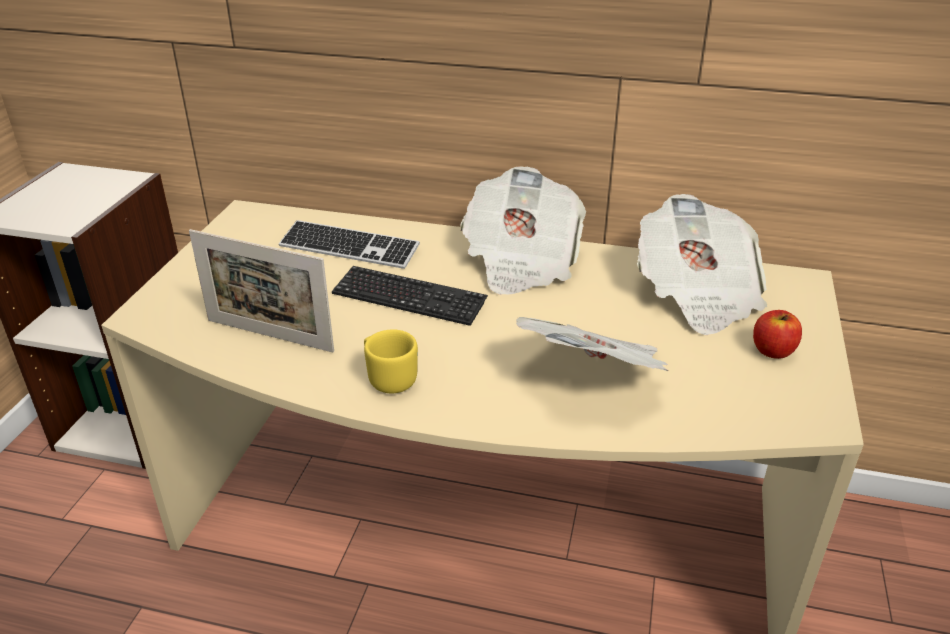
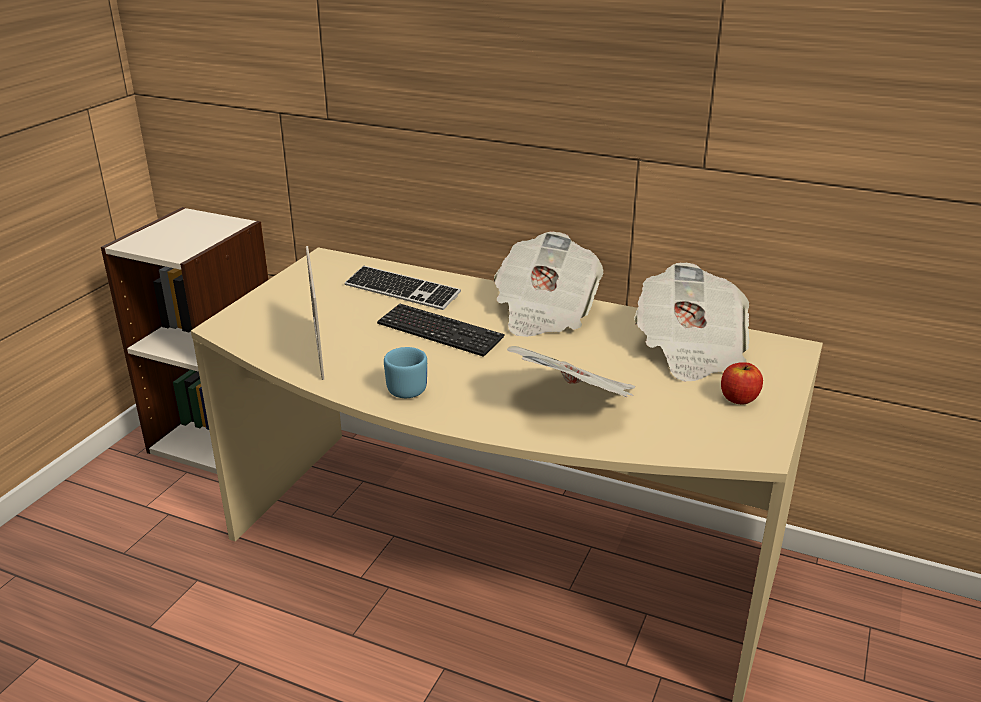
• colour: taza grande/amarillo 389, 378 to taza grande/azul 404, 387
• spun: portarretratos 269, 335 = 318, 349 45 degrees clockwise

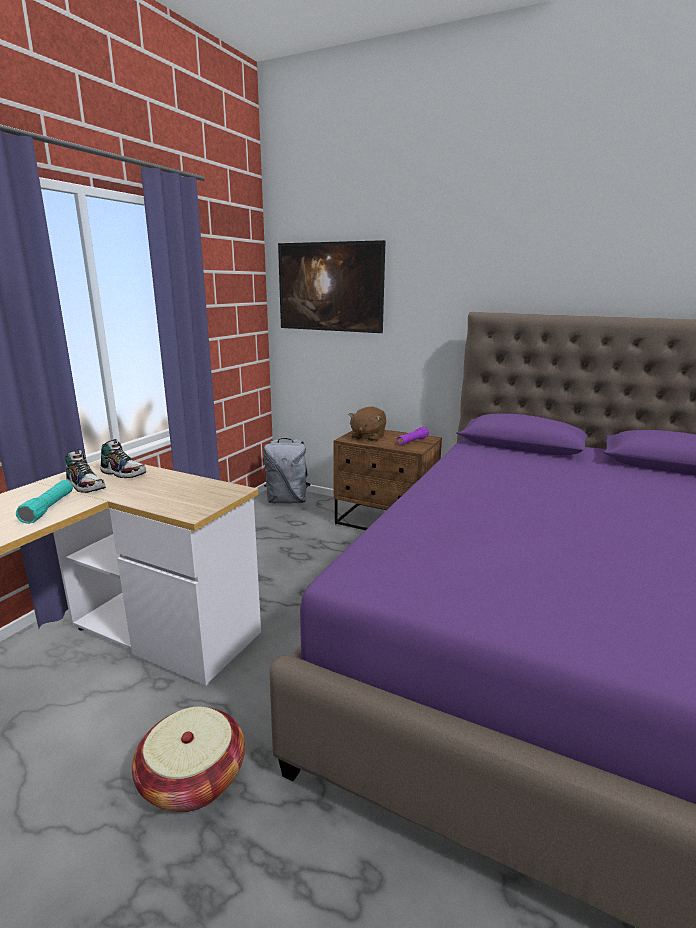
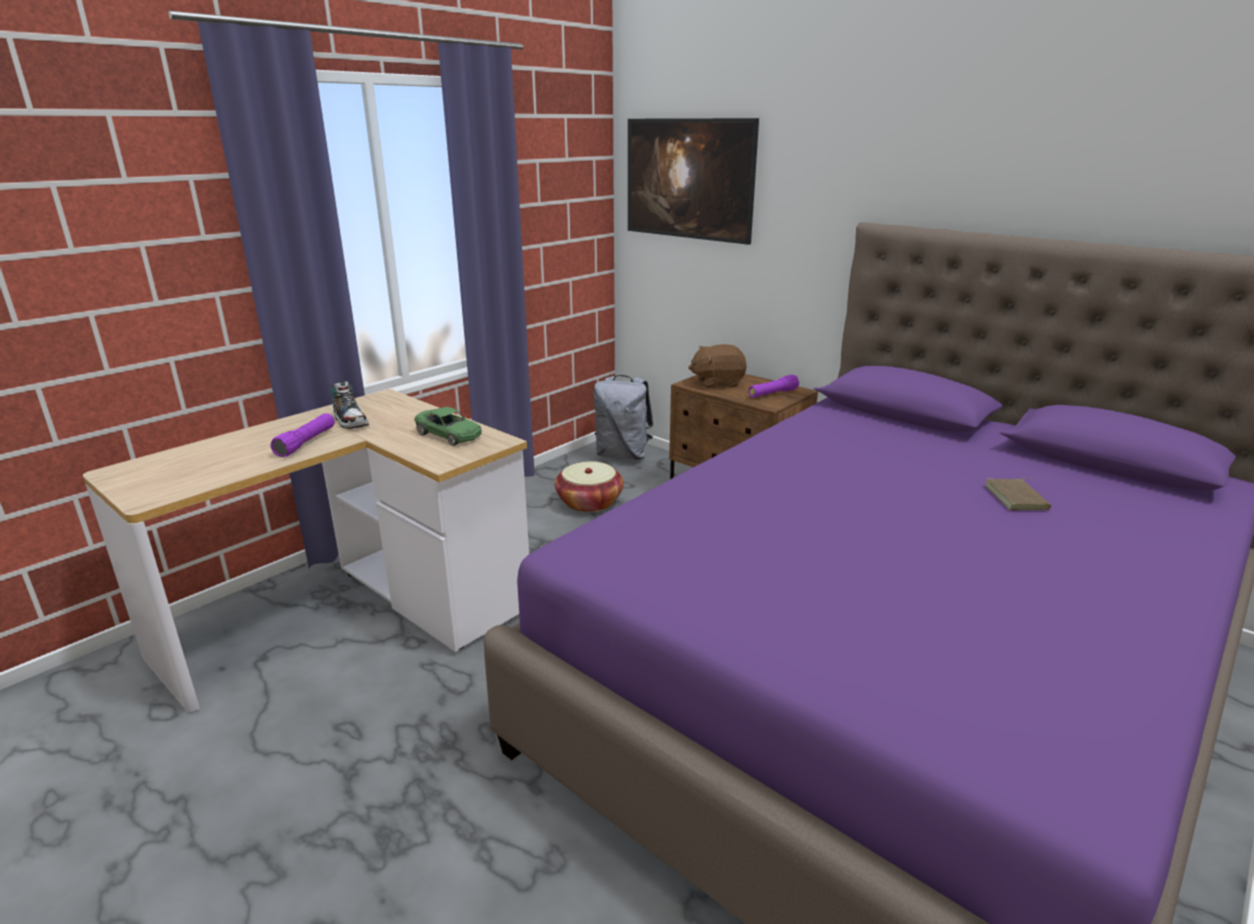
• missing: zapato 123, 473
• appeared: coche de juguete/verde 448, 435
• appeared: libro/marrón 1018, 498
• relocated: cesta 193, 778 to 589, 502
• colour: linterna/turquesa 49, 508 to linterna/morado 306, 443
• spun: peluche/marrón 367, 437 = 717, 383 45 degrees clockwise

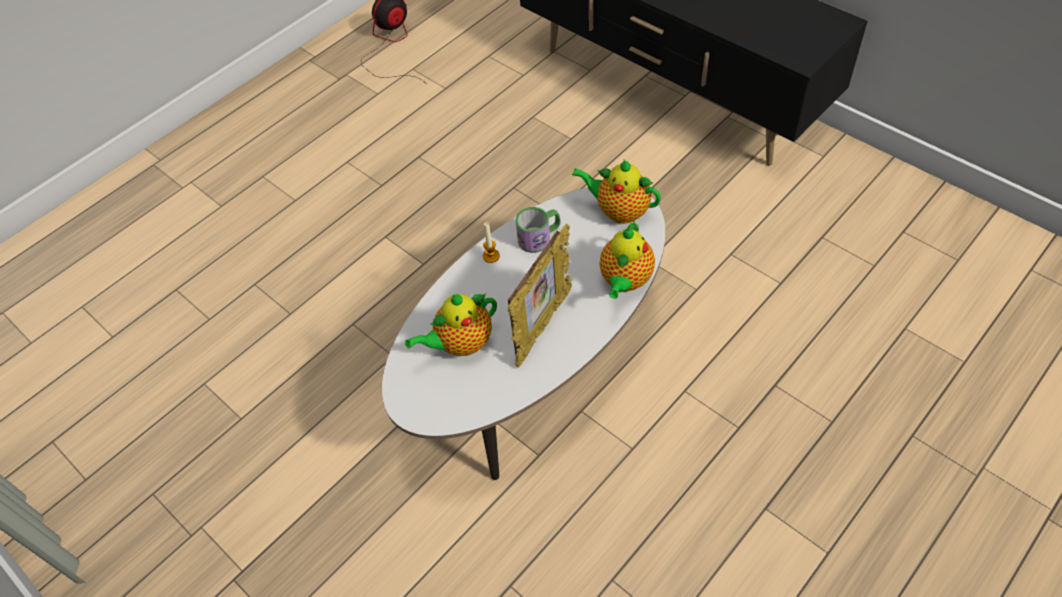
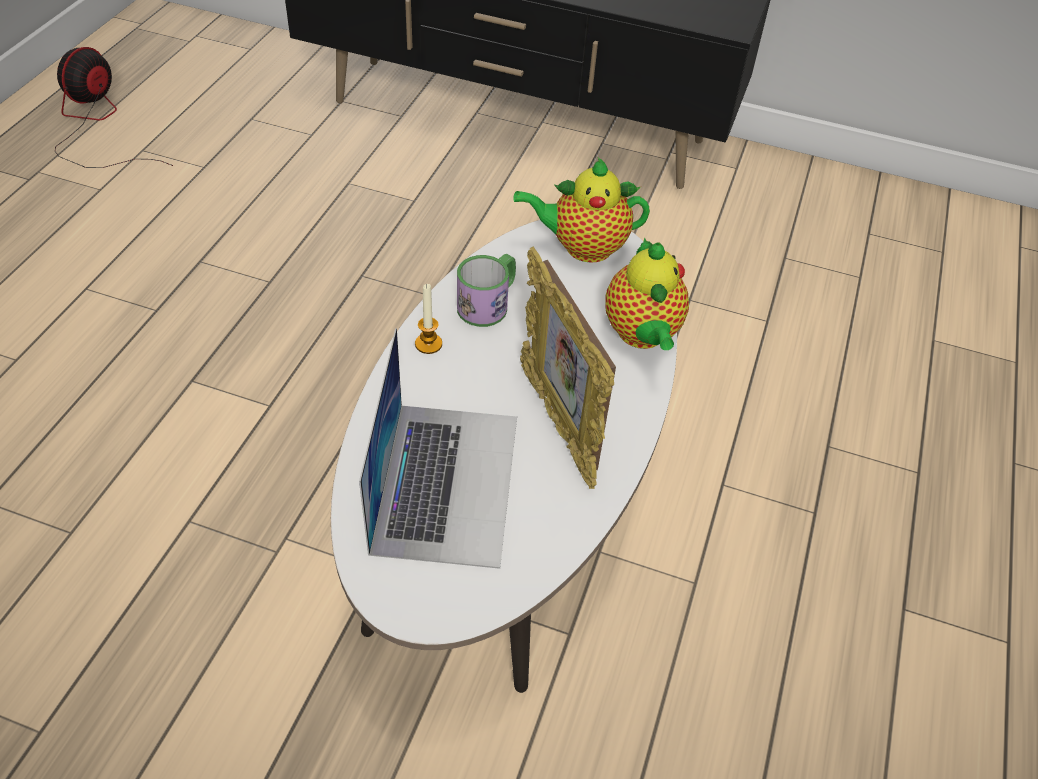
• exchanged: tetera 461, 344 to portátil 446, 481
• spun: portarretratos 542, 327 = 558, 424 150 degrees clockwise

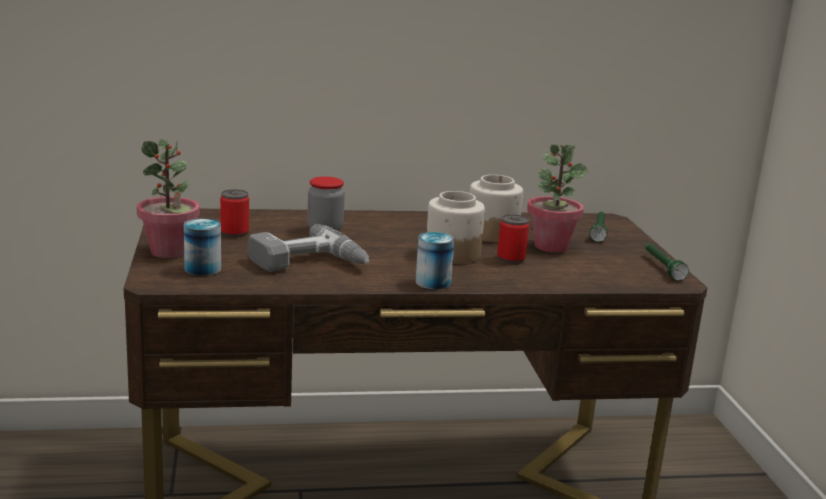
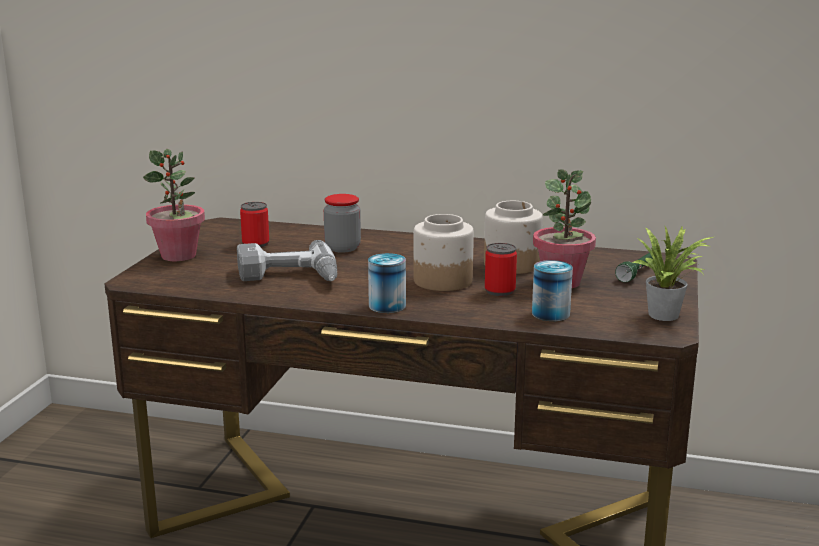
• relocated: lata 202, 269 to 550, 314
• exchanged: linterna/verde 662, 267 to planta en maceta 668, 315

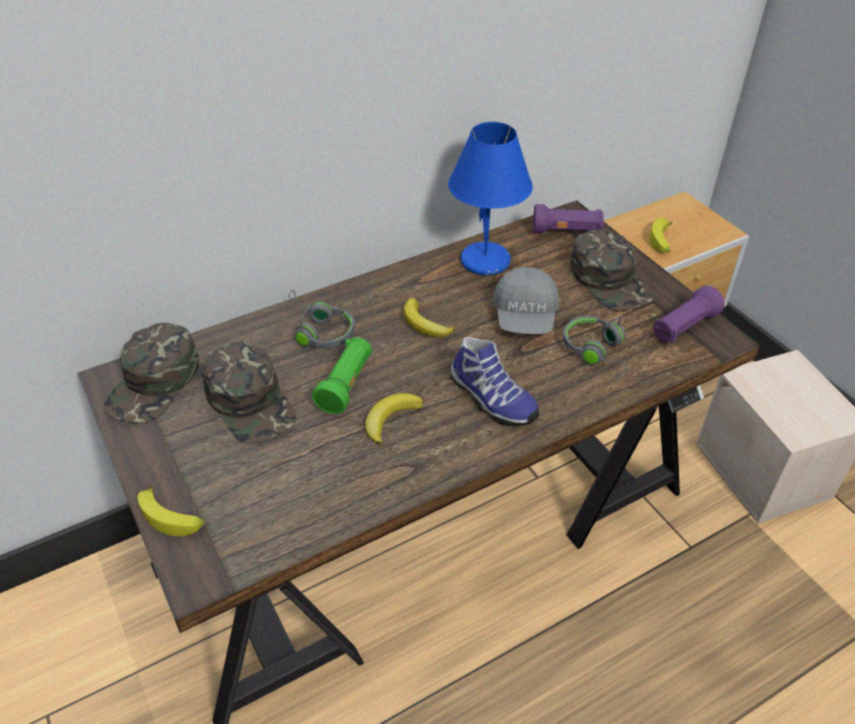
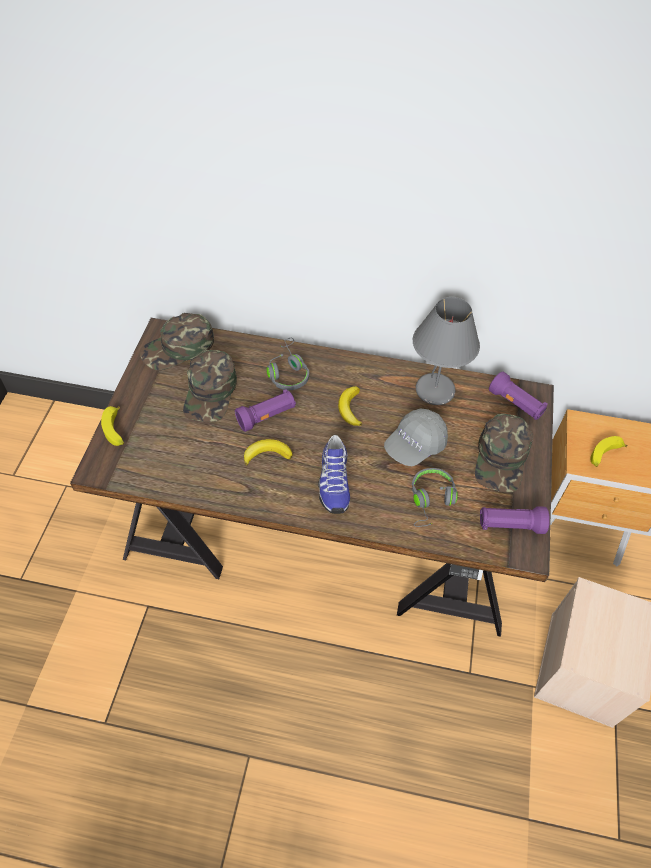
• colour: linterna/verde 346, 384 to linterna/morado 267, 416
• colour: lámpara de mesa/azul 486, 262 to lámpara de mesa/gris 435, 391

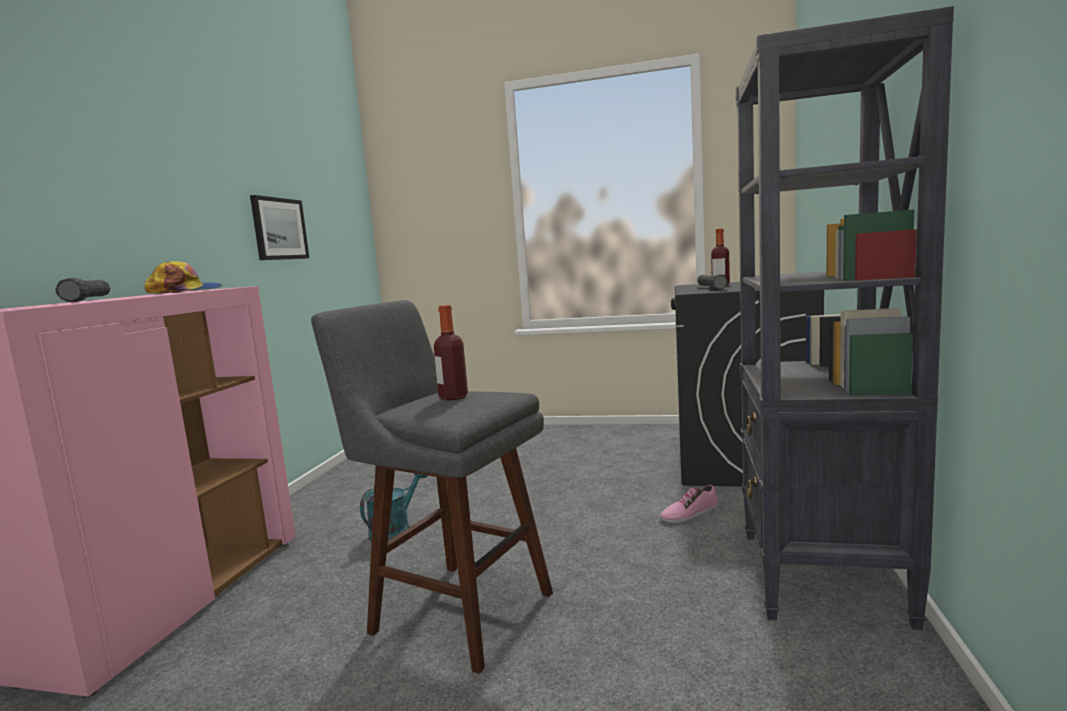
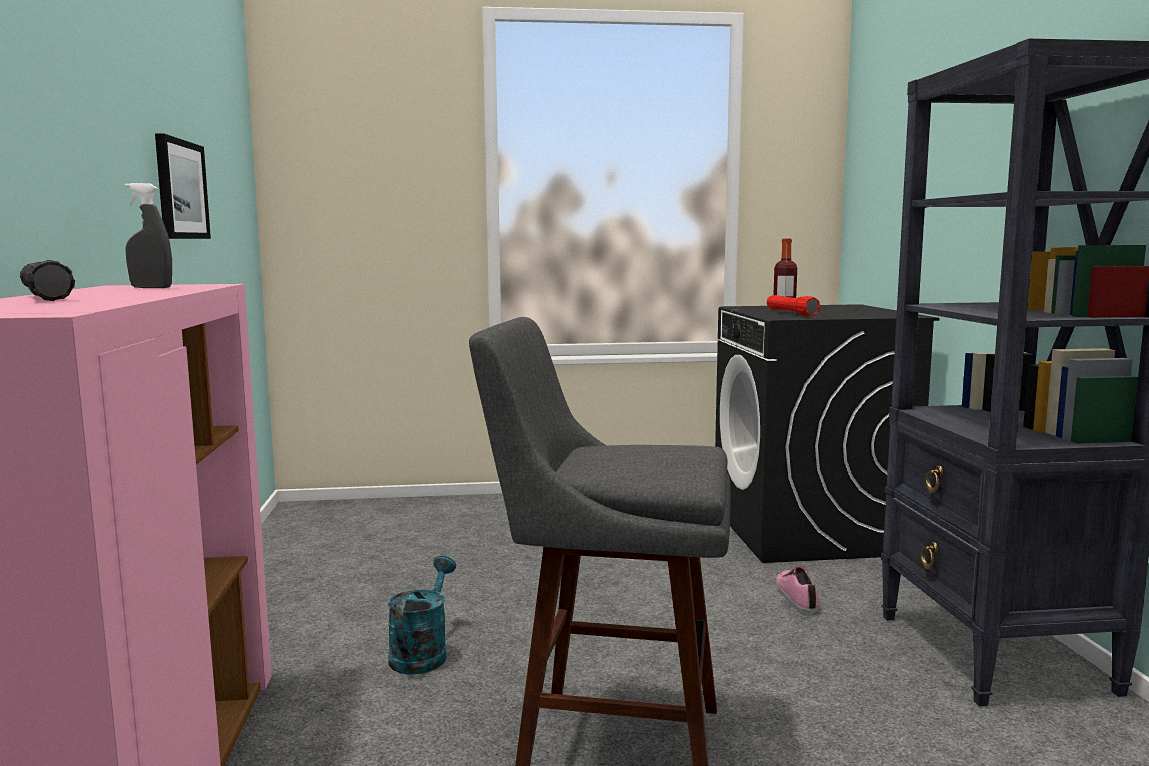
• missing: botella 453, 397
• exchanged: gorra 185, 291 to pulverizador/gris 151, 288
• colour: linterna/negro 711, 288 to linterna/rojo 791, 313
• spun: zapato 689, 513 = 798, 596 135 degrees clockwise

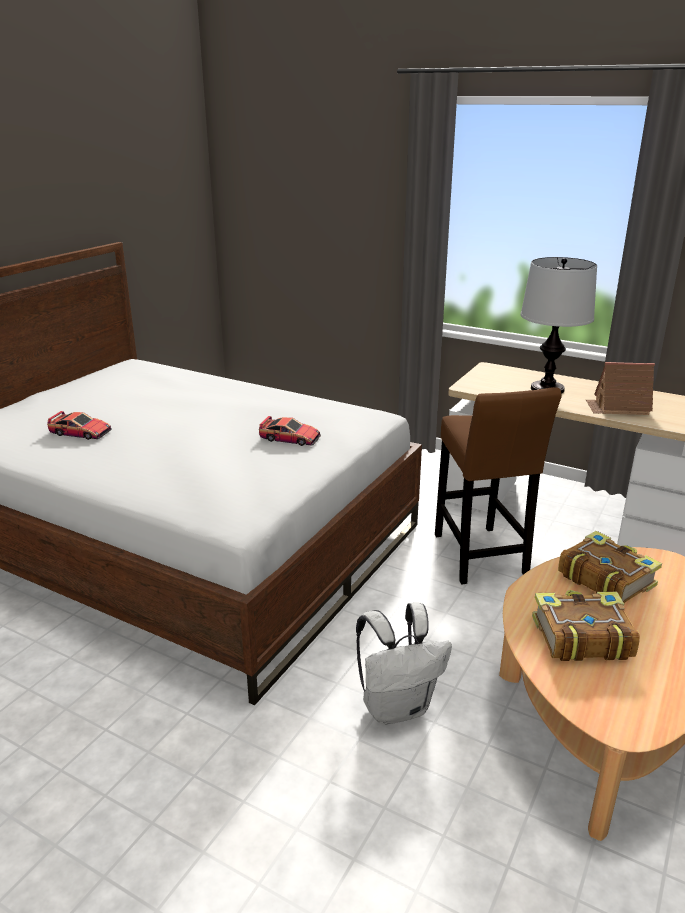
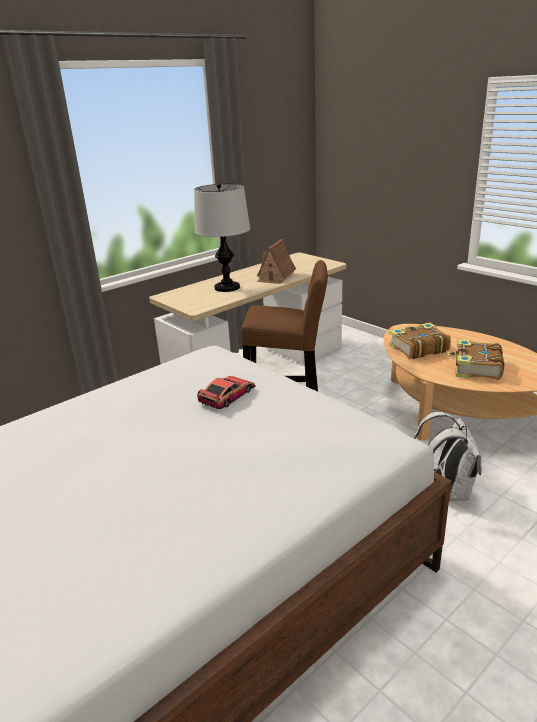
• missing: coche de juguete 81, 432

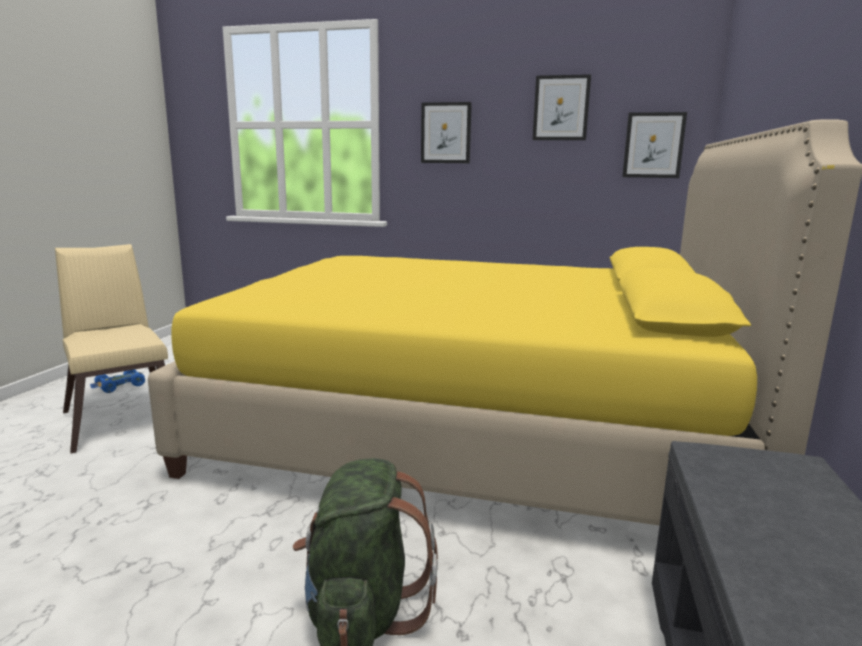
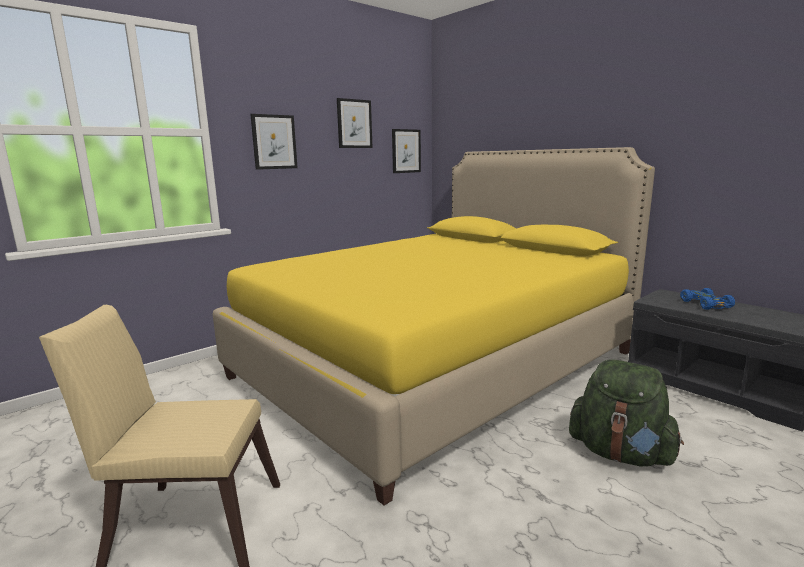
• relocated: coche de juguete/azul 119, 386 to 706, 304

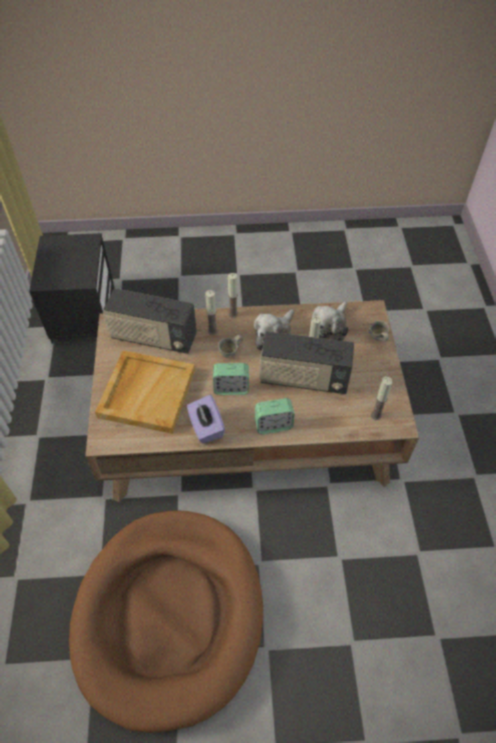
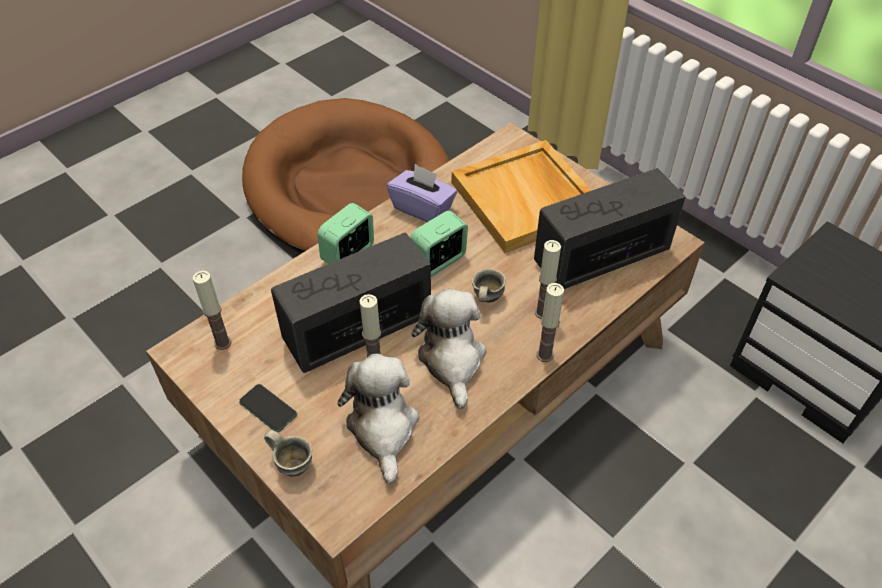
• appeared: móvil 268, 408

